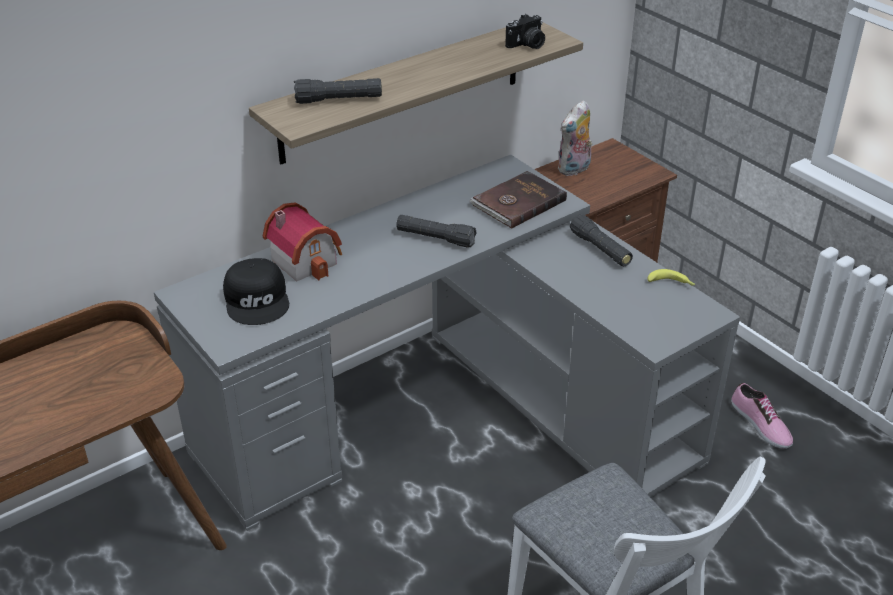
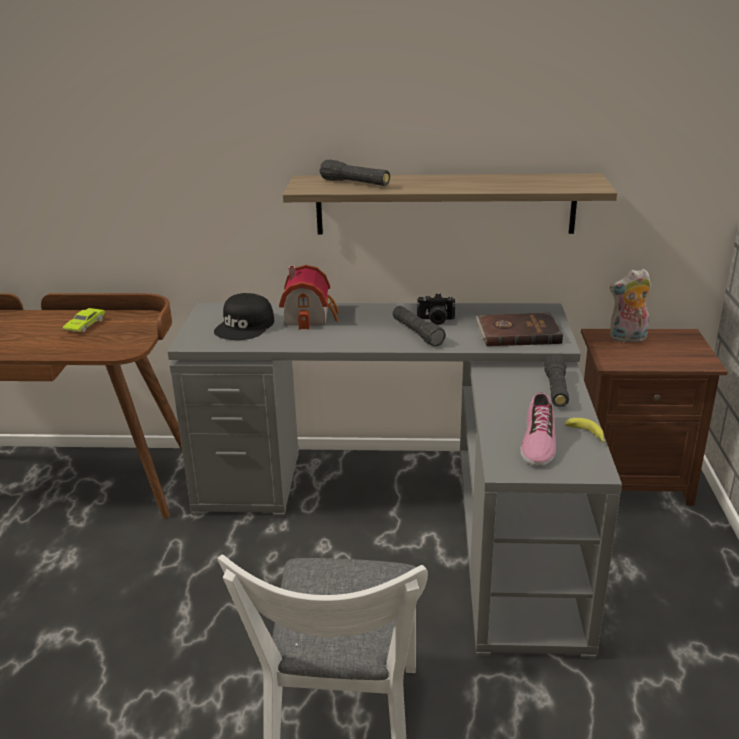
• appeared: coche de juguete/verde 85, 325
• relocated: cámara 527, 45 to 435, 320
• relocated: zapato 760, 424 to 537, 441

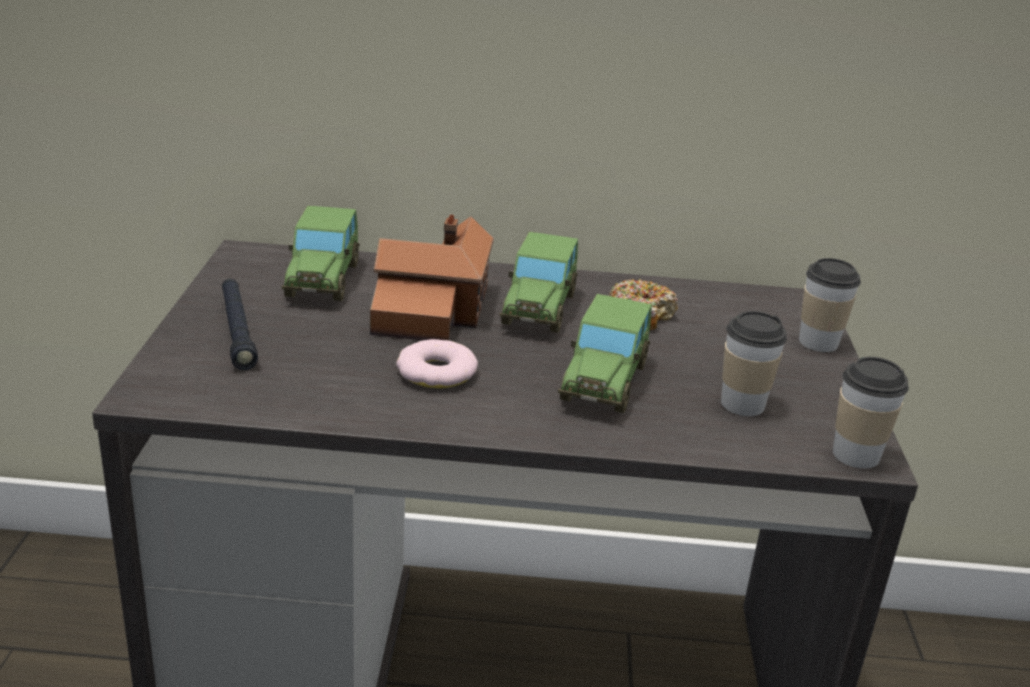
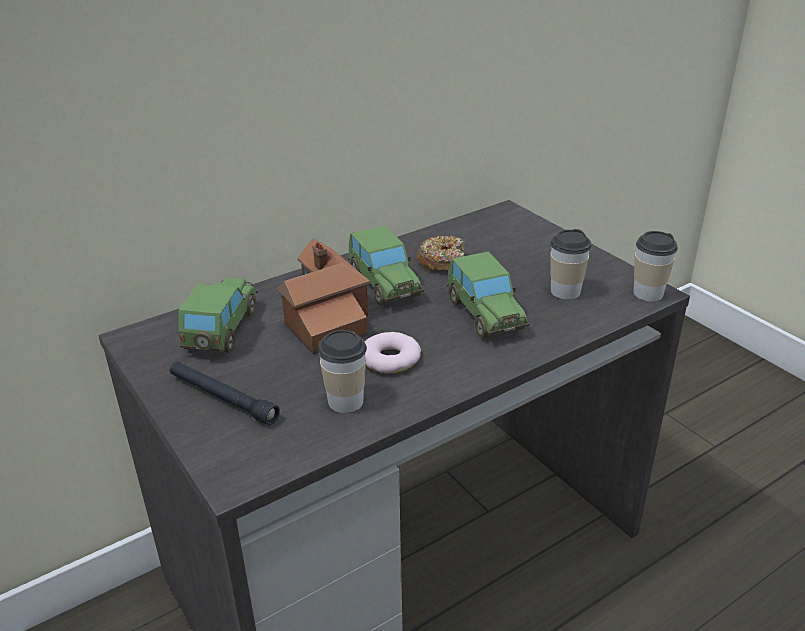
• relocated: taza 818, 342 to 345, 401
• spun: coche de juguete 323, 279 = 221, 331 135 degrees counterclockwise

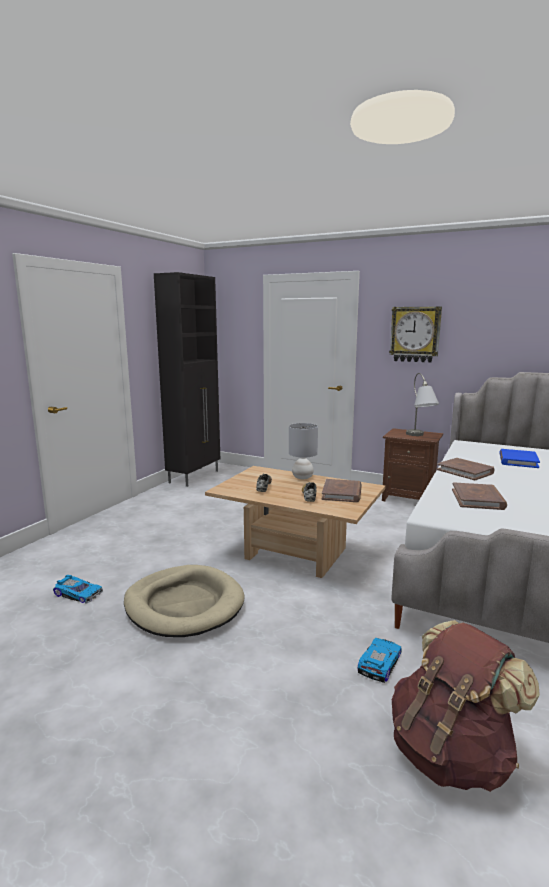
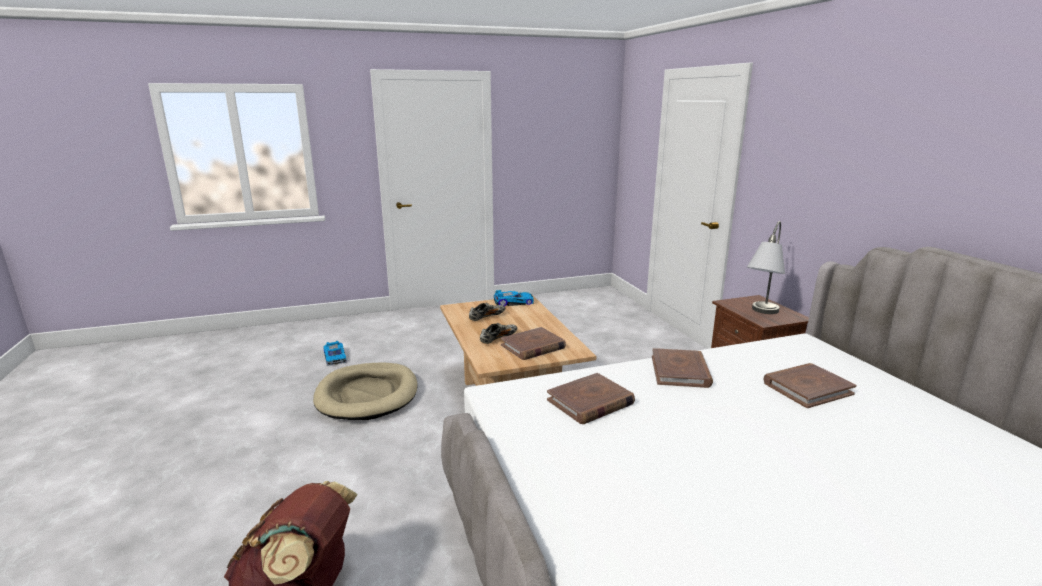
• missing: armario/negro 195, 476
• missing: lámpara de mesa/gris 302, 477
• missing: reloj de pared 415, 334
• relocated: coche de juguete 378, 663 to 513, 302
• colour: libro/azul 518, 461 to libro/marrón 807, 388

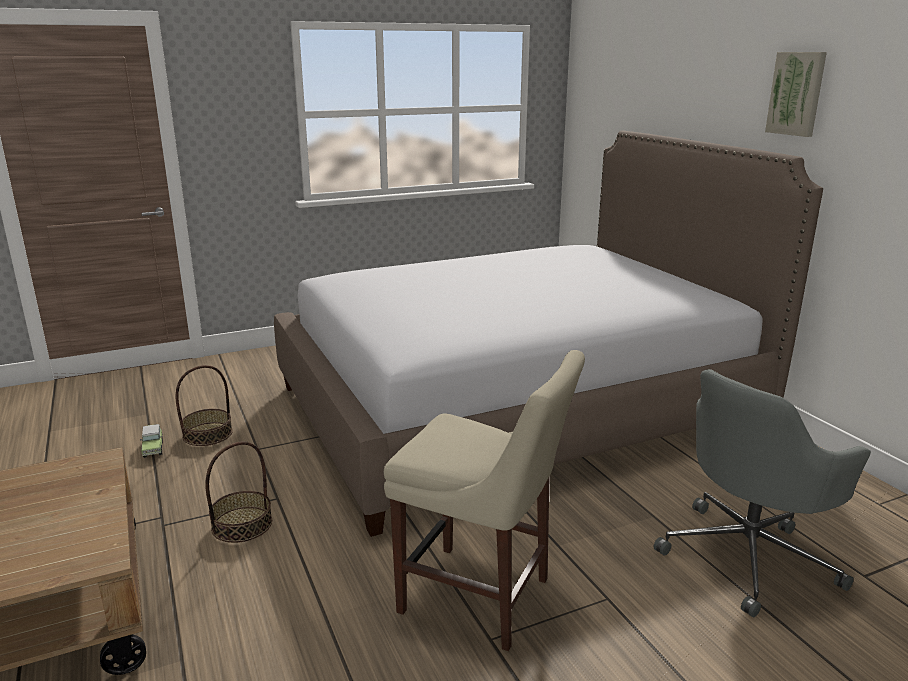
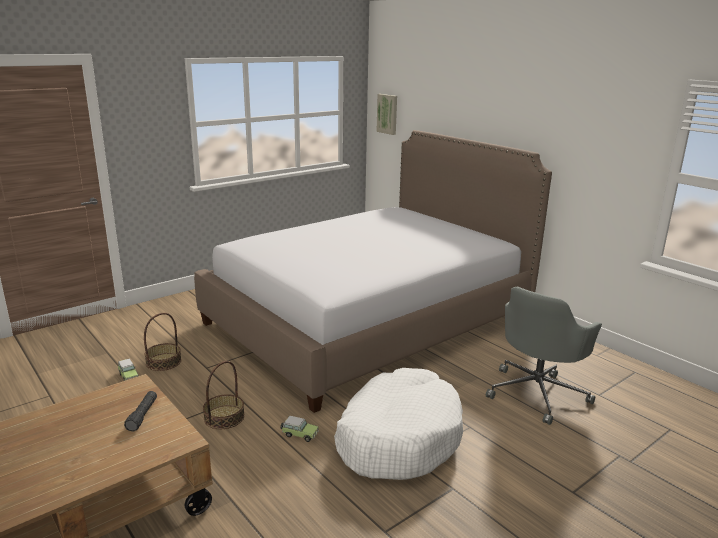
• appeared: linterna/negro 142, 415
• appeared: coche de juguete 299, 434
• relocated: cuadro 797, 93 to 387, 114
• exchanged: silla/beis 481, 598 to cama para perro/blanco 398, 437

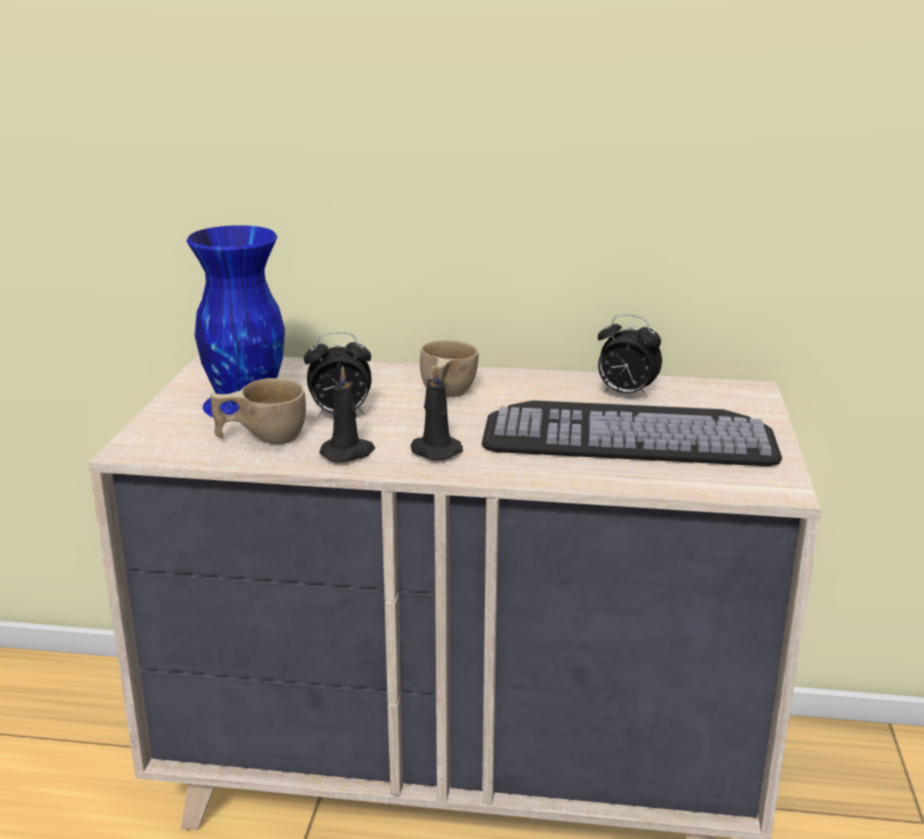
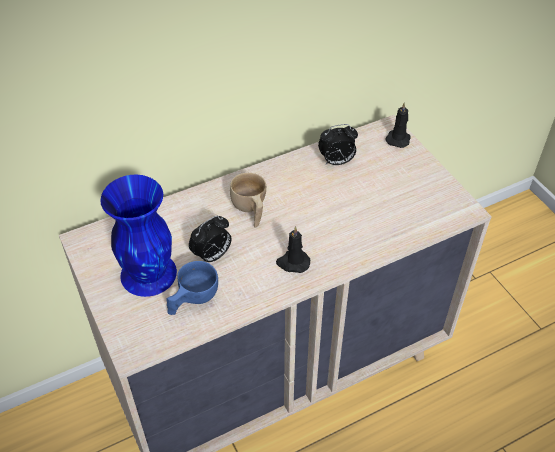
• missing: teclado 630, 432
• relocated: vela/negro 348, 453 to 398, 139
• colour: taza/beis 261, 437 to taza/azul 192, 300

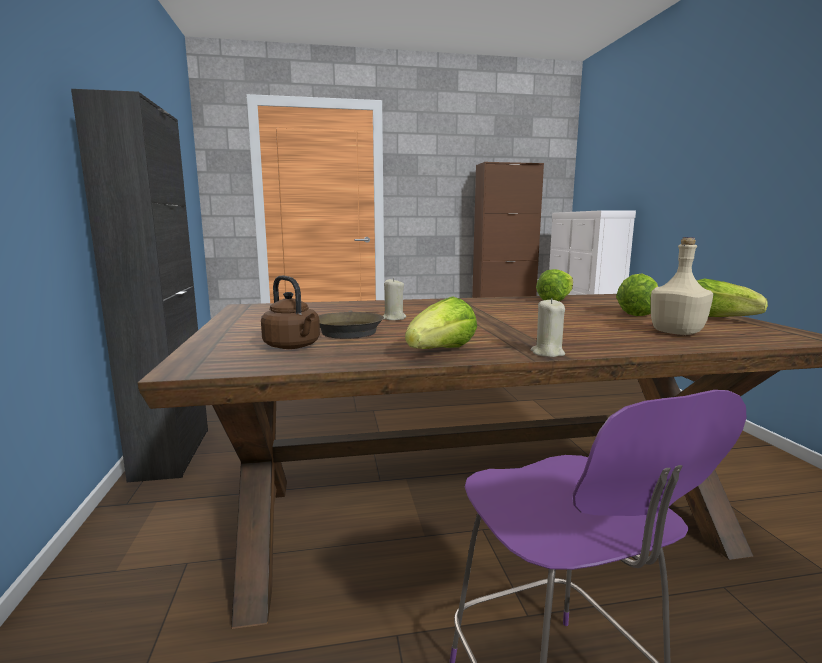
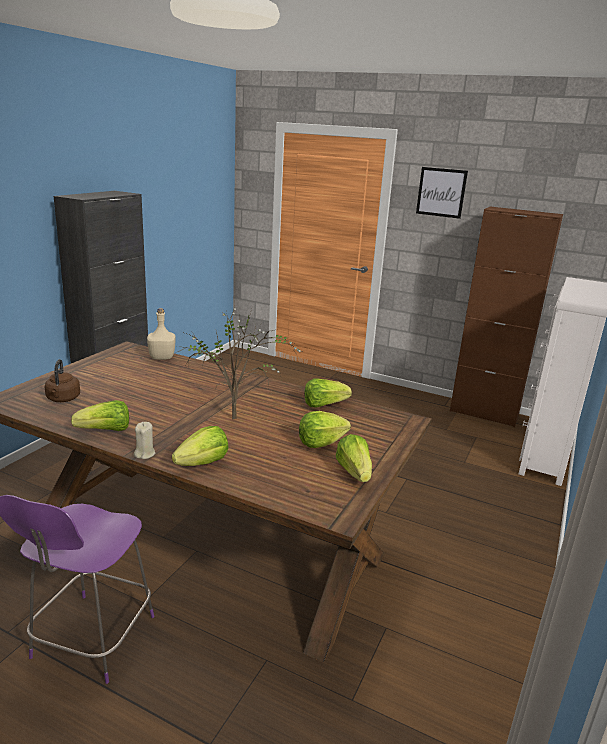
• missing: sartén/marrón 348, 331
• missing: vela/beis 393, 318
• appeared: lechuga 203, 463
• appeared: planta en maceta 237, 419
• appeared: cuadro 441, 192
• relocated: botella/beis 678, 332 to 162, 357

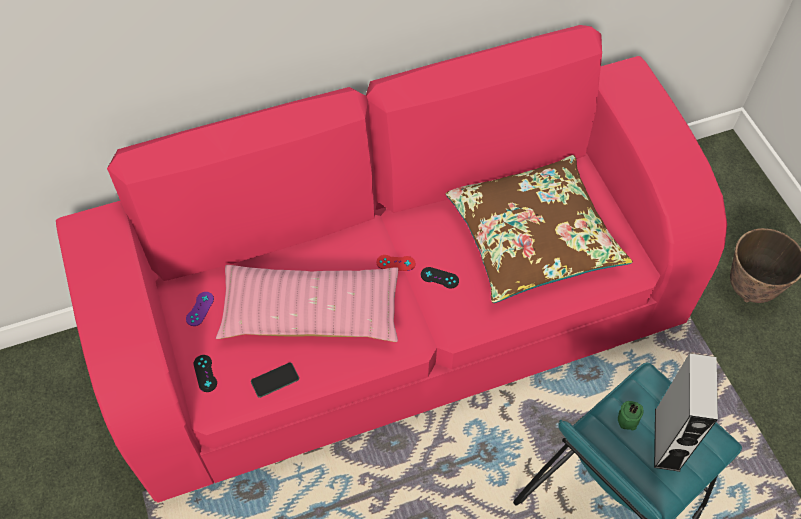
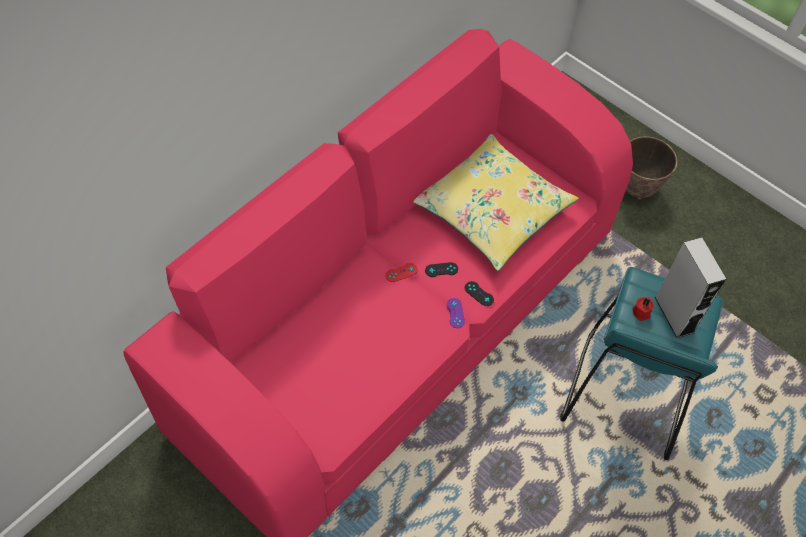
• missing: cojín/rosa 311, 312
• missing: móvil 275, 380
• relocated: mando de consola/morado 200, 309 to 455, 313
• relocated: mando de consola/negro 205, 373 to 479, 294
• colour: cojín/marrón 532, 238 to cojín/amarillo 492, 210
• colour: vela/verde 629, 419 to vela/rojo 641, 312

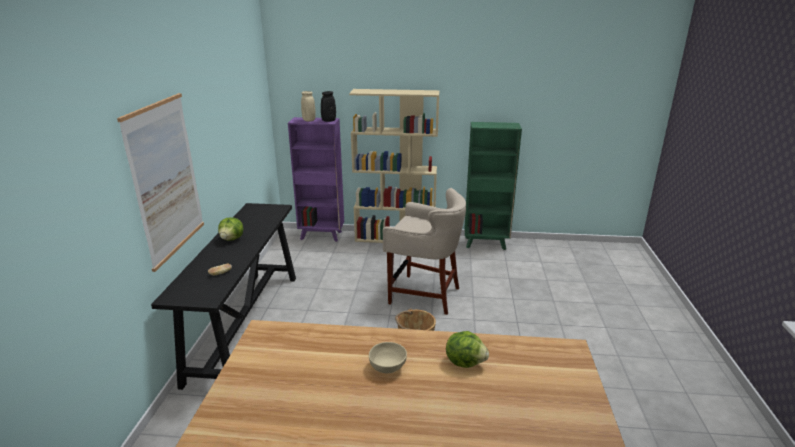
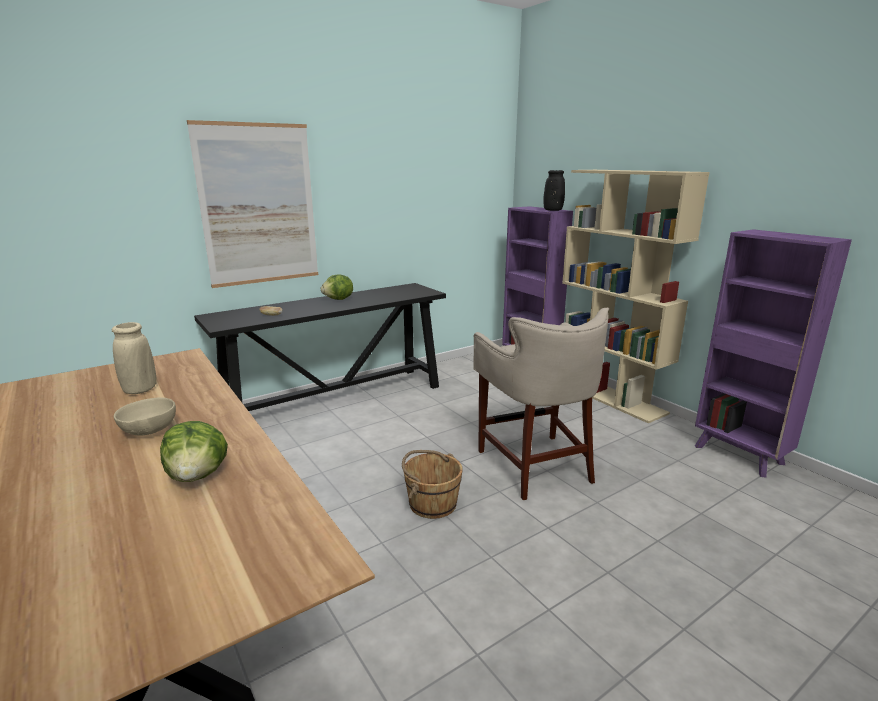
• relocated: florero/beis 309, 120 to 140, 390
• colour: estantería/verde 486, 243 to estantería/morado 740, 456

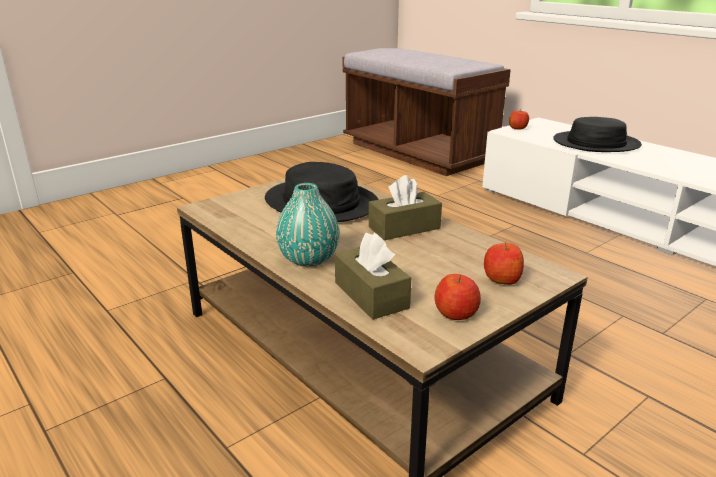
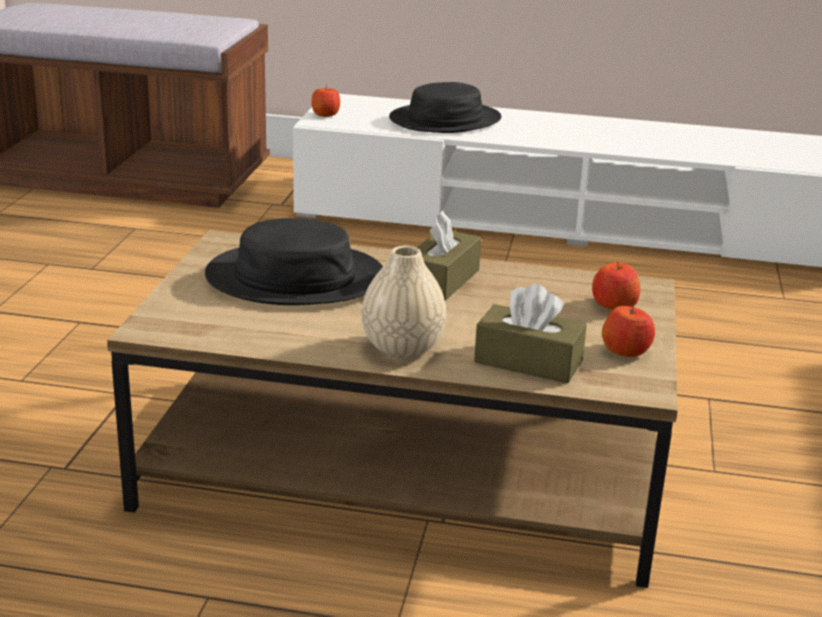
• colour: florero/turquesa 308, 259 to florero/beis 402, 347

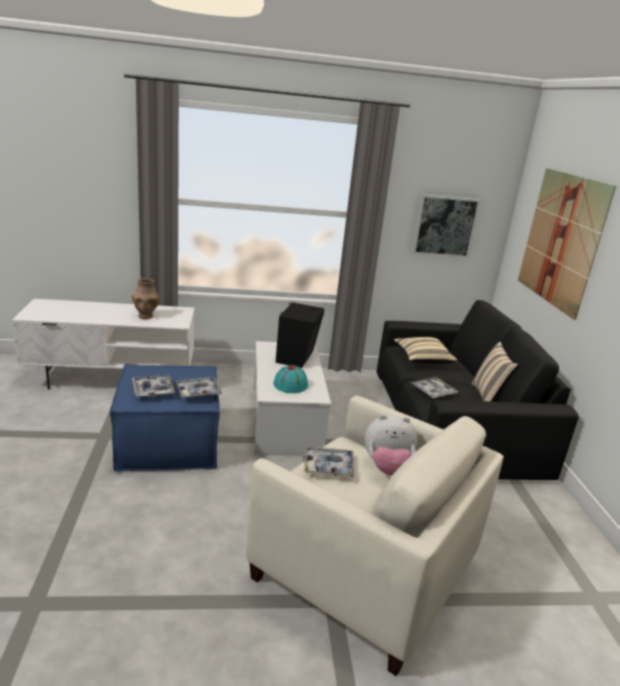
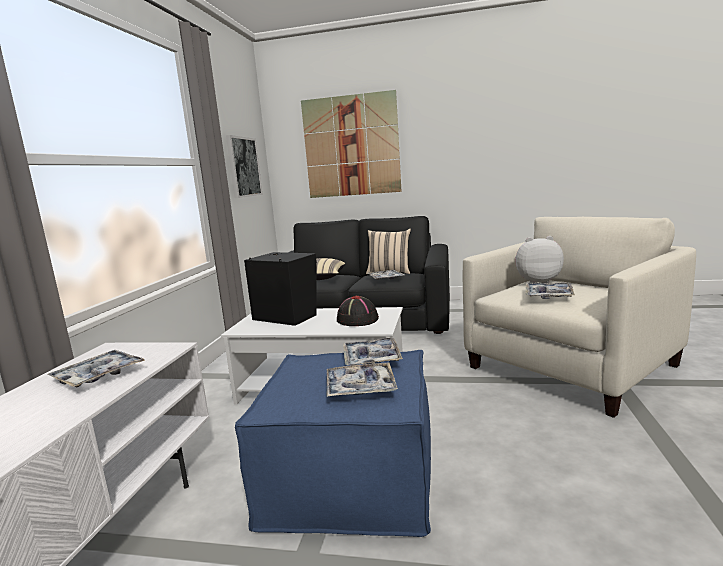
• exchanged: florero/marrón 146, 316 to bandeja 98, 375
• colour: sombrero/turquesa 291, 385 to sombrero/negro 357, 320
• spun: peluche 387, 467 = 536, 282 105 degrees counterclockwise

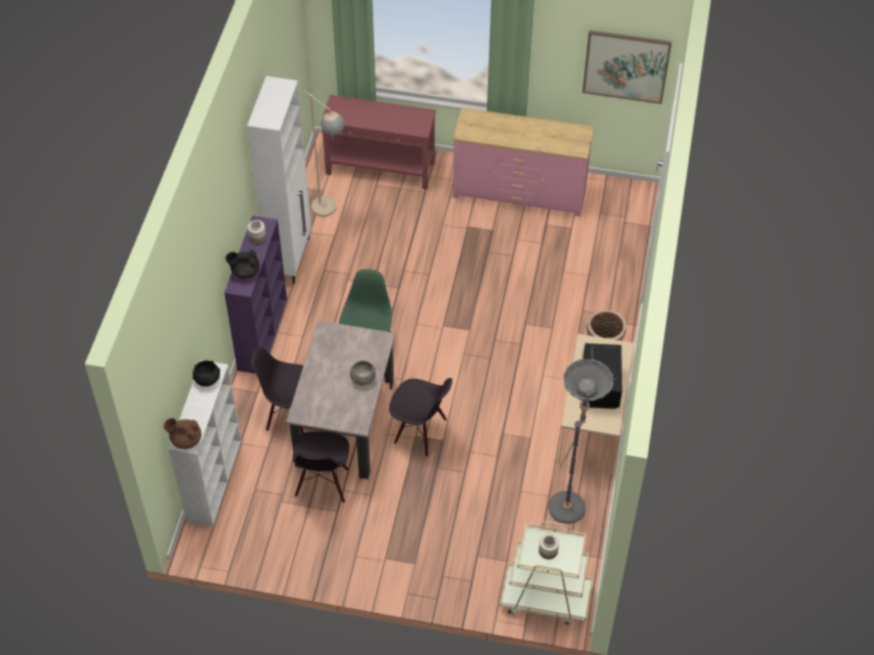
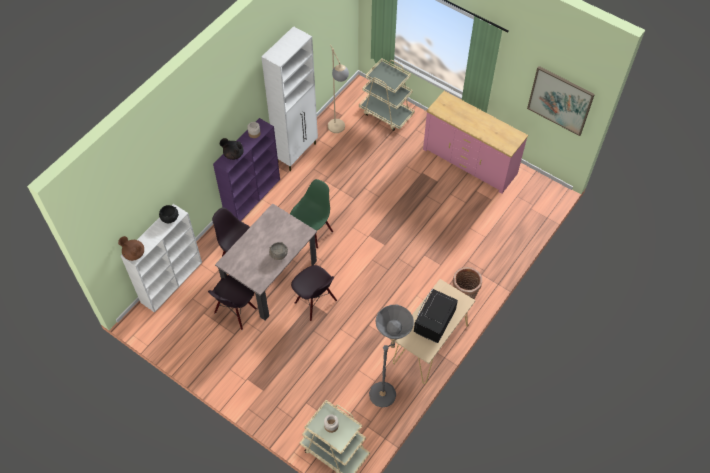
• exchanged: mesa consola/rojo 380, 169 to carrito/beis 386, 113

